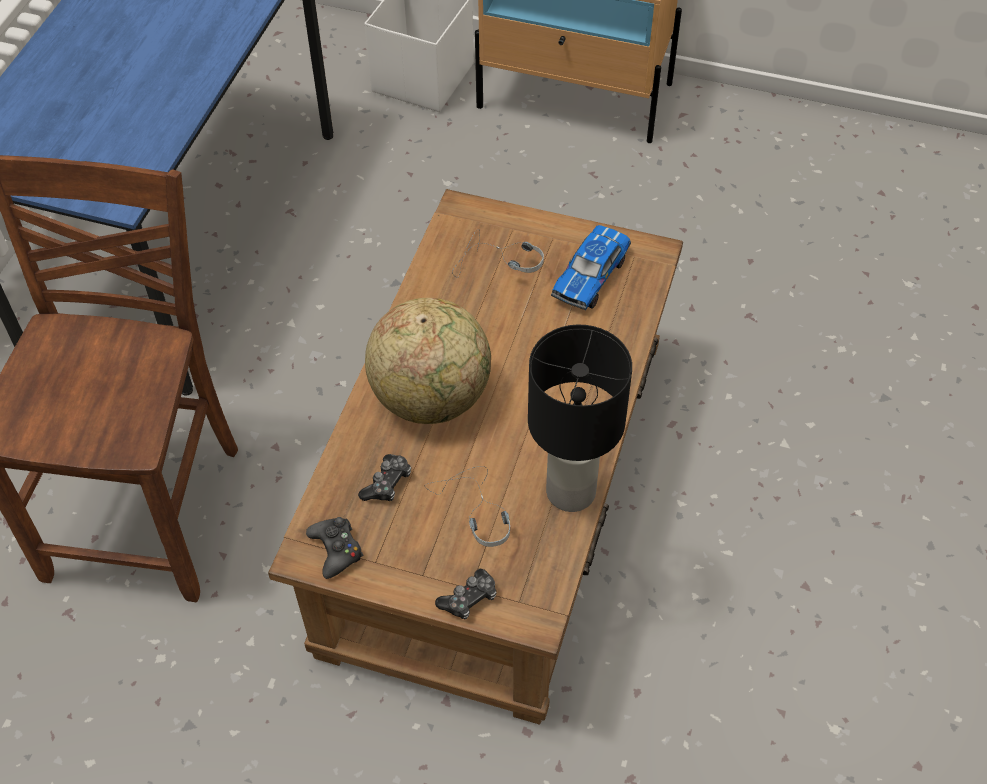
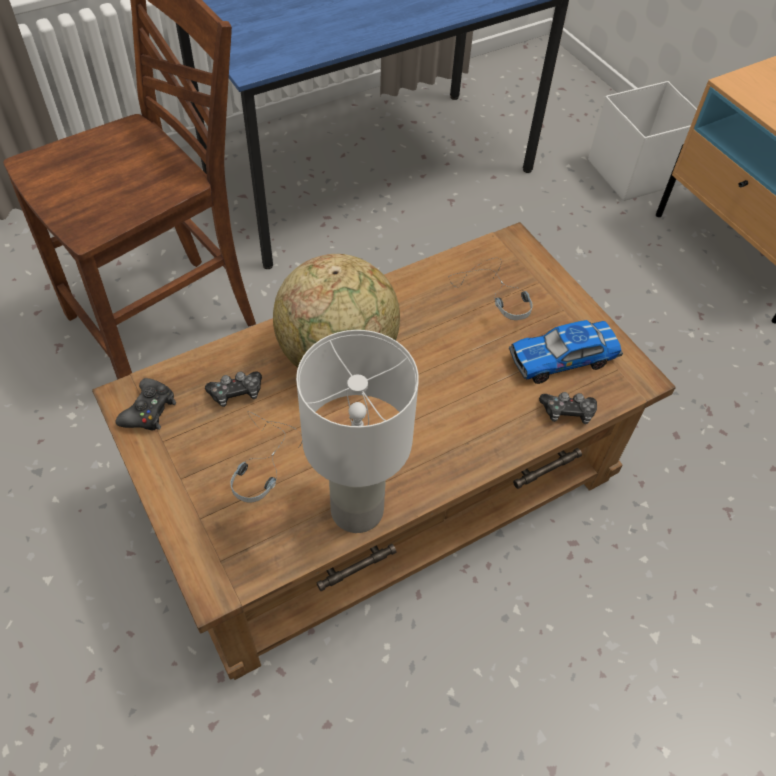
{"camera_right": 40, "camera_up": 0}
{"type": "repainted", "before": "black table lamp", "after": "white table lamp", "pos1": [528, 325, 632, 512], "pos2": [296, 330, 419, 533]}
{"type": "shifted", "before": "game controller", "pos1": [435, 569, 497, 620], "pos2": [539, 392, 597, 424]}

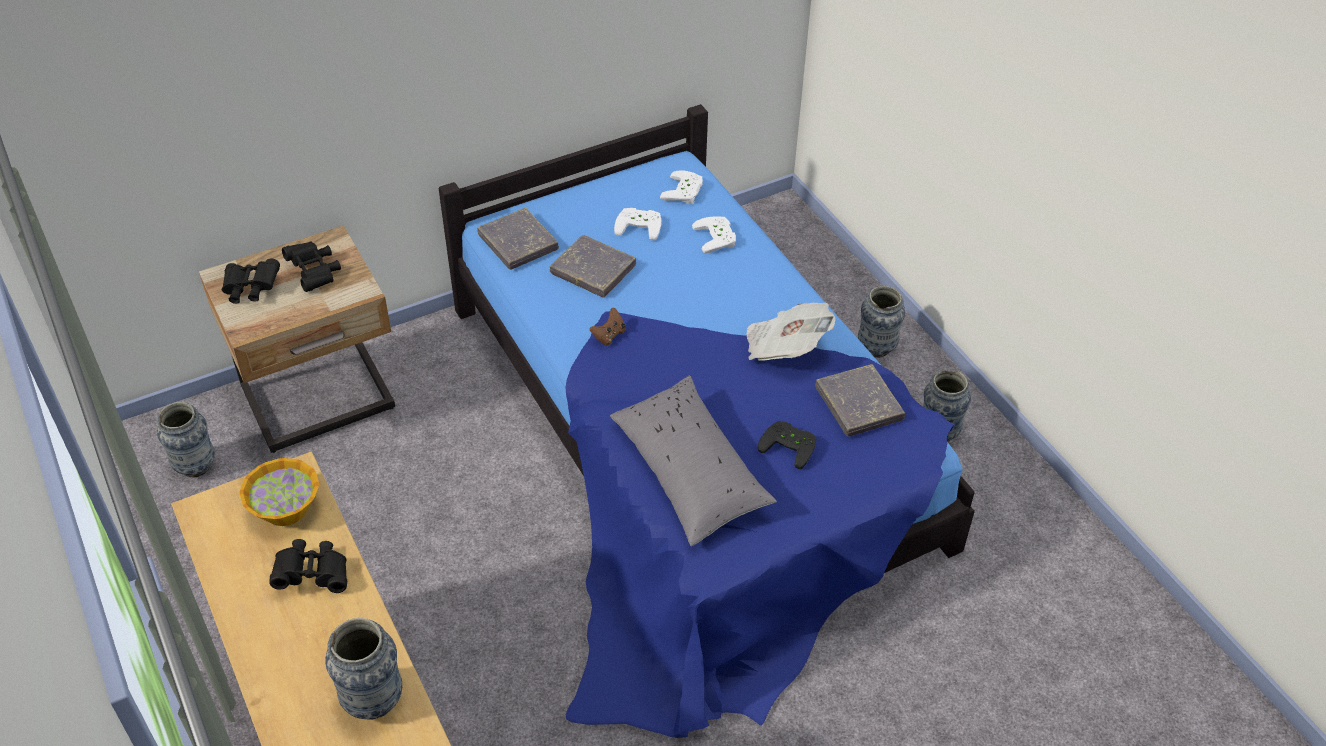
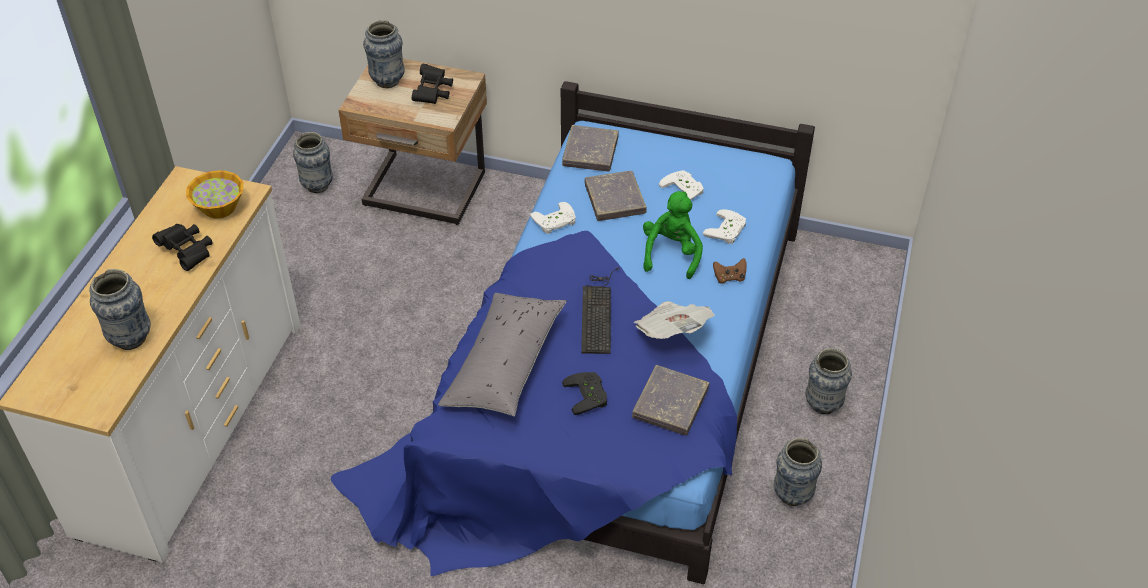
{"camera_right": 45, "camera_up": 0}
{"type": "swapped", "before": "black binoculars", "after": "vase", "pos1": [222, 259, 280, 304], "pos2": [363, 20, 405, 88]}
{"type": "shifted", "before": "white game controller", "pos1": [660, 170, 703, 204], "pos2": [530, 202, 576, 234]}
{"type": "new", "after": "keyboard", "pos2": [581, 267, 619, 354]}
{"type": "new", "after": "green plush toy", "pos2": [643, 191, 703, 279]}
{"type": "shifted", "before": "brown game controller", "pos1": [590, 308, 626, 346], "pos2": [713, 258, 747, 284]}

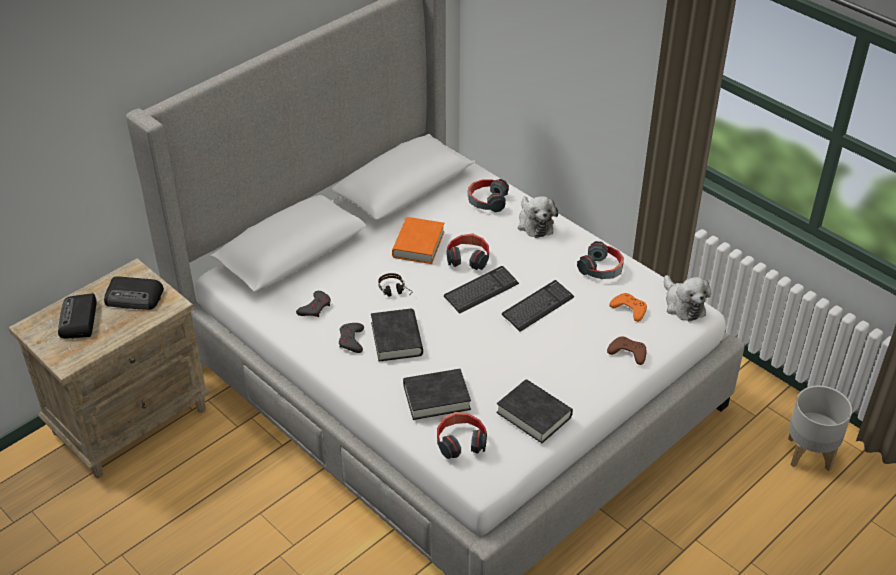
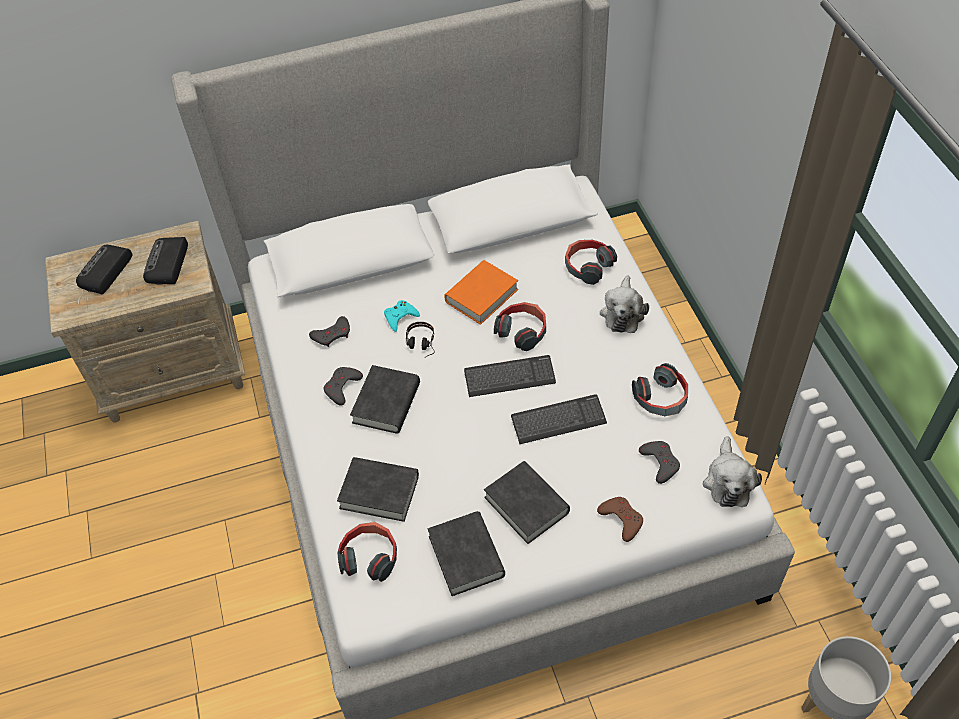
{"camera_right": 30, "camera_up": 10}
{"type": "rotated", "before": "radio", "pos1": [104, 276, 164, 310], "pos2": [143, 237, 188, 285], "turn": 60}
{"type": "new", "after": "turquoise game controller", "pos2": [384, 300, 420, 332]}
{"type": "new", "after": "black book", "pos2": [484, 461, 570, 544]}
{"type": "repainted", "before": "orange game controller", "after": "grey game controller", "pos1": [609, 293, 647, 322], "pos2": [639, 441, 680, 484]}

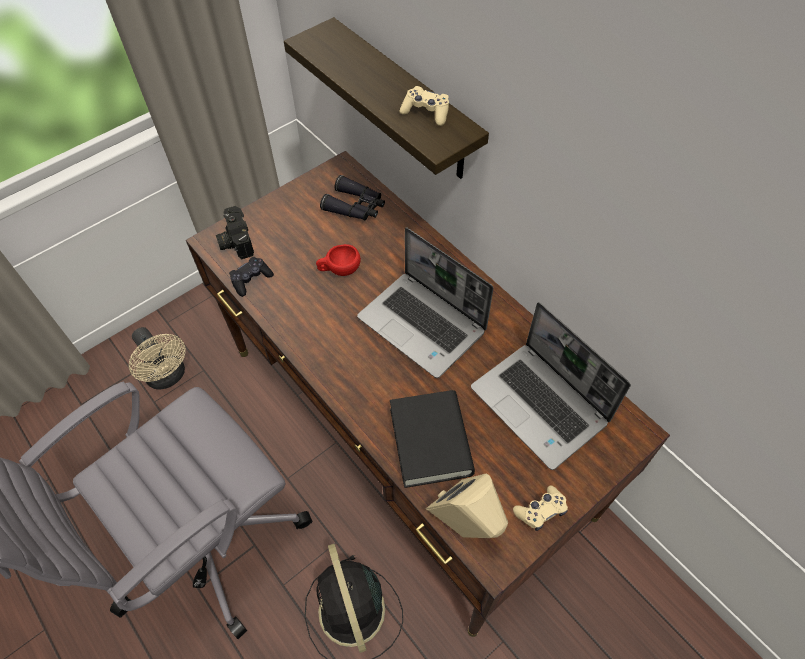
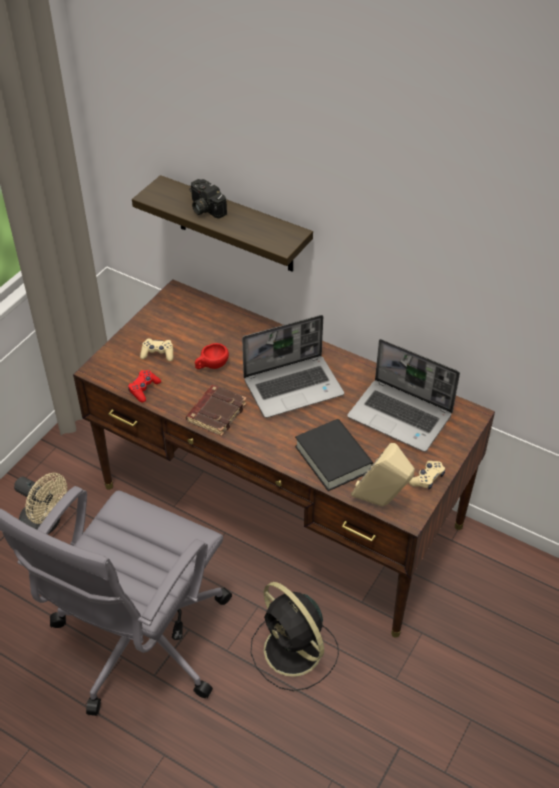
{"camera_right": -20, "camera_up": -10}
{"type": "repainted", "before": "black game controller", "after": "red game controller", "pos1": [229, 257, 274, 297], "pos2": [128, 370, 161, 402]}
{"type": "shifted", "before": "beige game controller", "pos1": [400, 86, 449, 126], "pos2": [140, 339, 173, 361]}
{"type": "new", "after": "brown book", "pos2": [186, 385, 247, 436]}
{"type": "shifted", "before": "photo camera", "pos1": [216, 206, 254, 259], "pos2": [189, 179, 227, 219]}
{"type": "rotated", "before": "laptop", "pos1": [357, 227, 494, 378], "pos2": [242, 315, 344, 418], "turn": -45}
{"type": "gone", "before": "black binoculars", "pos1": [320, 175, 385, 220]}

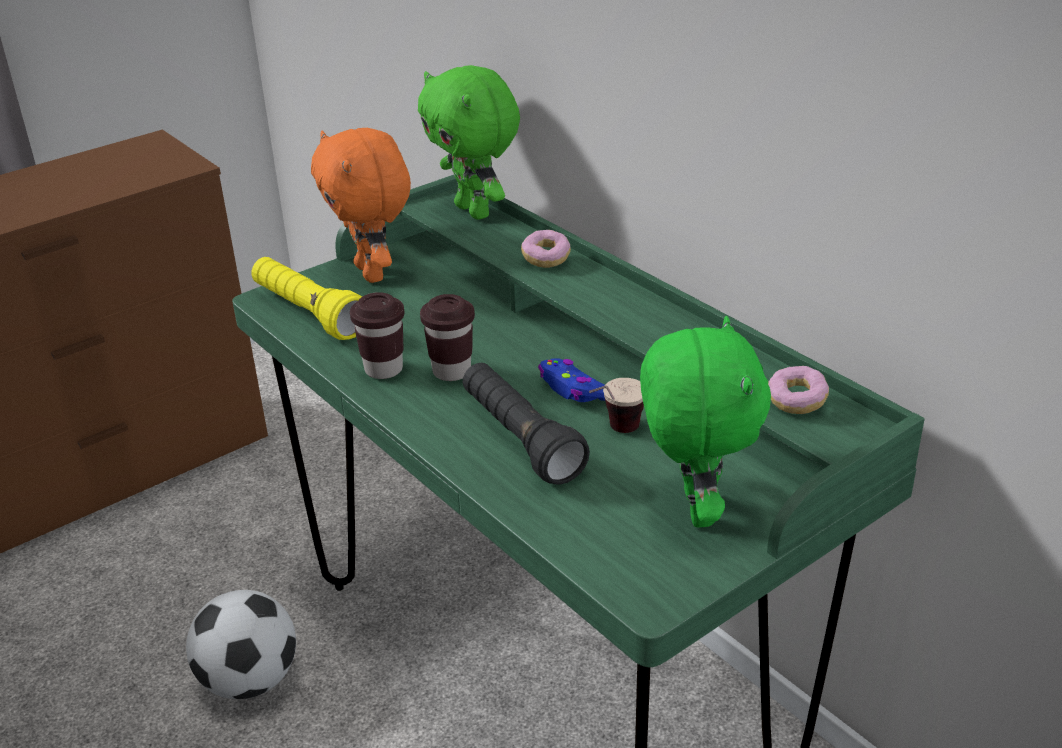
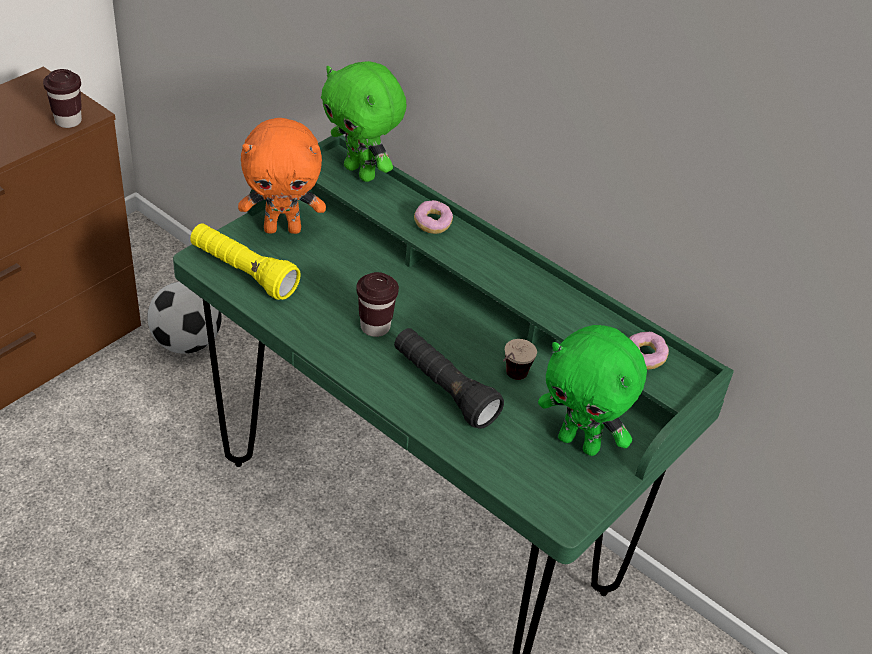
{"camera_right": -15, "camera_up": 10}
{"type": "shifted", "before": "brown cup", "pos1": [350, 292, 404, 379], "pos2": [43, 69, 82, 128]}
{"type": "shifted", "before": "football", "pos1": [186, 590, 296, 699], "pos2": [147, 282, 222, 354]}
{"type": "rotated", "before": "orange plush toy", "pos1": [311, 128, 411, 283], "pos2": [238, 118, 326, 234], "turn": -60}
{"type": "rotated", "before": "green plush toy", "pos1": [640, 316, 771, 528], "pos2": [538, 325, 647, 456], "turn": 135}
{"type": "gone", "before": "blue game controller", "pos1": [538, 358, 605, 402]}

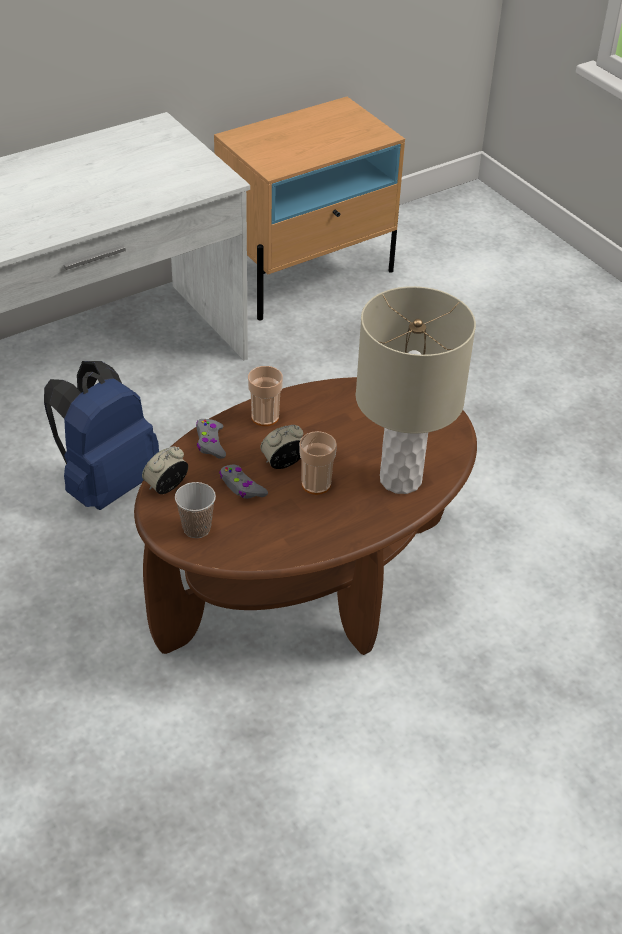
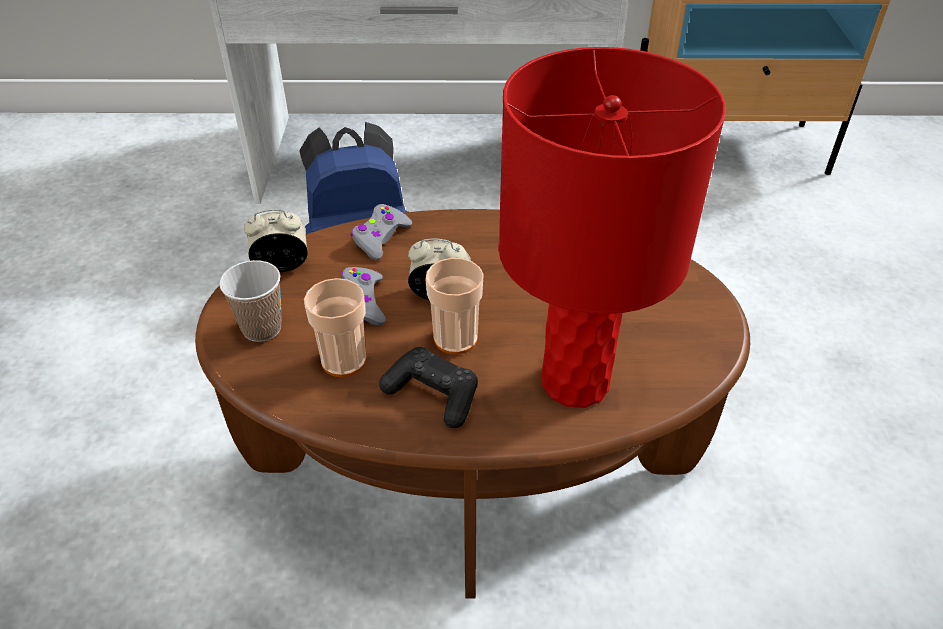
{"camera_right": 35, "camera_up": 0}
{"type": "shifted", "before": "cup", "pos1": [248, 366, 283, 426], "pos2": [304, 278, 366, 377]}
{"type": "new", "after": "black game controller", "pos2": [379, 347, 478, 428]}
{"type": "repainted", "before": "beige table lamp", "after": "red table lamp", "pos1": [356, 286, 476, 494], "pos2": [498, 47, 726, 408]}

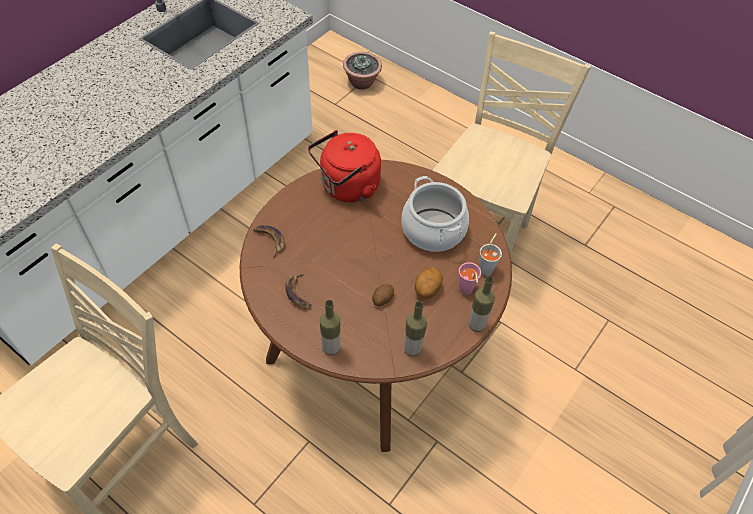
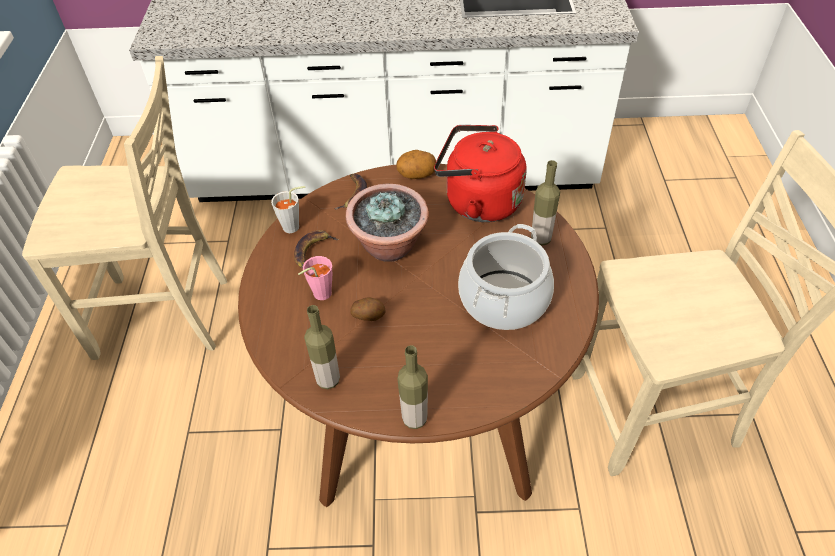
{"camera_right": 55, "camera_up": -5}
{"type": "shifted", "before": "grey cup", "pos1": [479, 233, 502, 276], "pos2": [271, 186, 306, 233]}
{"type": "shifted", "before": "pink cup", "pos1": [458, 262, 481, 295], "pos2": [298, 256, 332, 300]}
{"type": "shifted", "before": "potted plant", "pos1": [343, 52, 382, 90], "pos2": [346, 184, 429, 262]}
{"type": "shifted", "before": "potato", "pos1": [415, 267, 443, 298], "pos2": [396, 150, 436, 179]}
{"type": "shifted", "before": "bottle", "pos1": [320, 300, 340, 355], "pos2": [531, 160, 560, 246]}

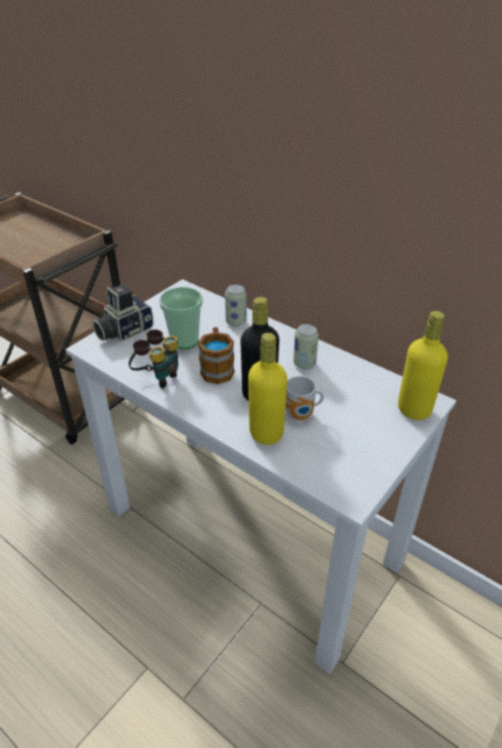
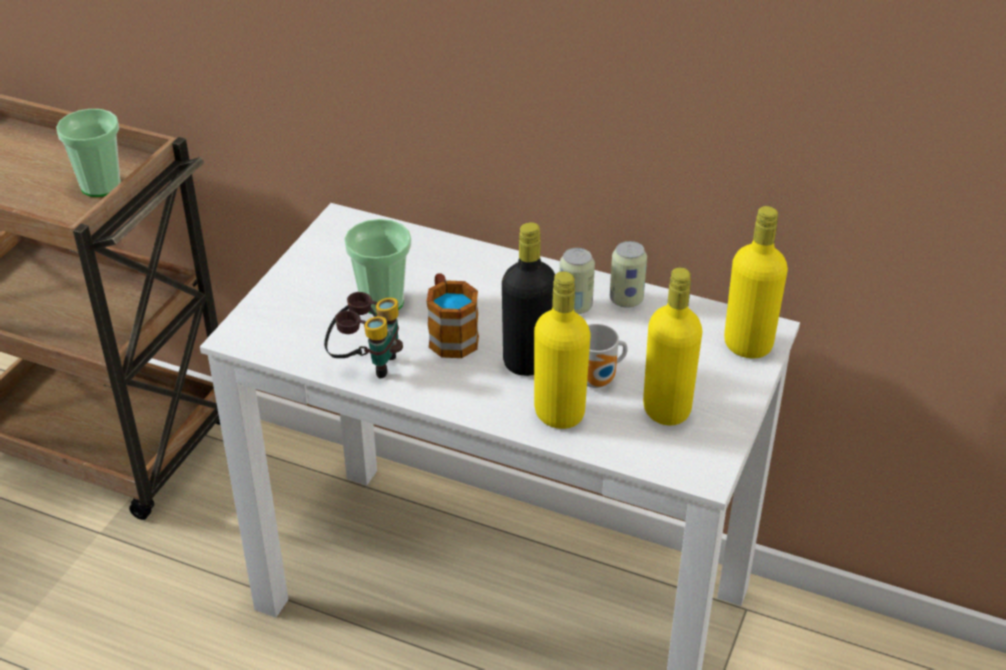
{"camera_right": -15, "camera_up": 0}
{"type": "new", "after": "cup", "pos2": [56, 109, 121, 197]}
{"type": "shifted", "before": "can", "pos1": [225, 284, 247, 326], "pos2": [610, 241, 647, 308]}
{"type": "new", "after": "yellow bottle", "pos2": [643, 267, 702, 426]}
{"type": "gone", "before": "photo camera", "pos1": [92, 285, 154, 342]}

